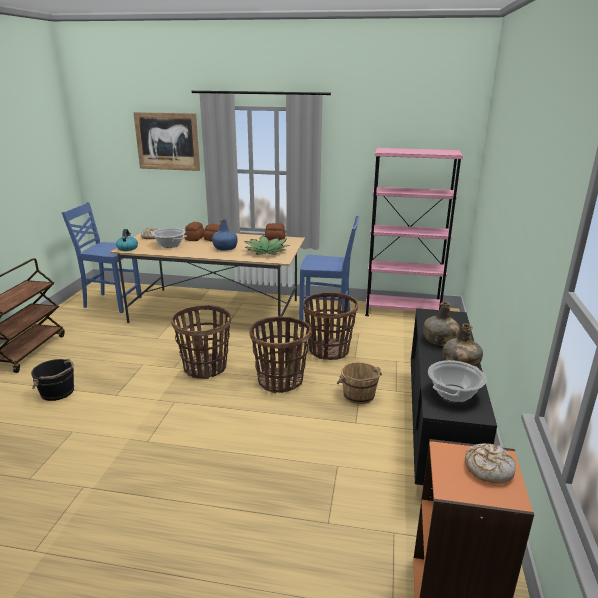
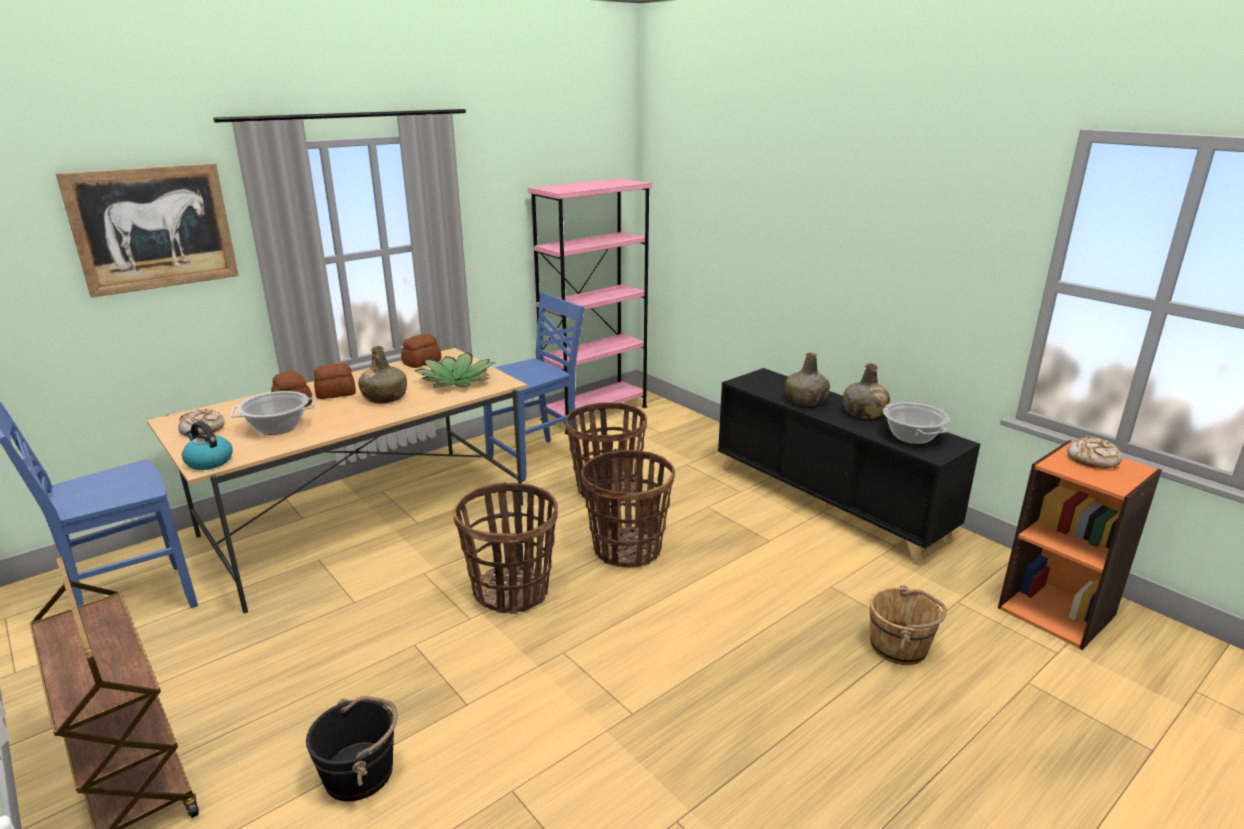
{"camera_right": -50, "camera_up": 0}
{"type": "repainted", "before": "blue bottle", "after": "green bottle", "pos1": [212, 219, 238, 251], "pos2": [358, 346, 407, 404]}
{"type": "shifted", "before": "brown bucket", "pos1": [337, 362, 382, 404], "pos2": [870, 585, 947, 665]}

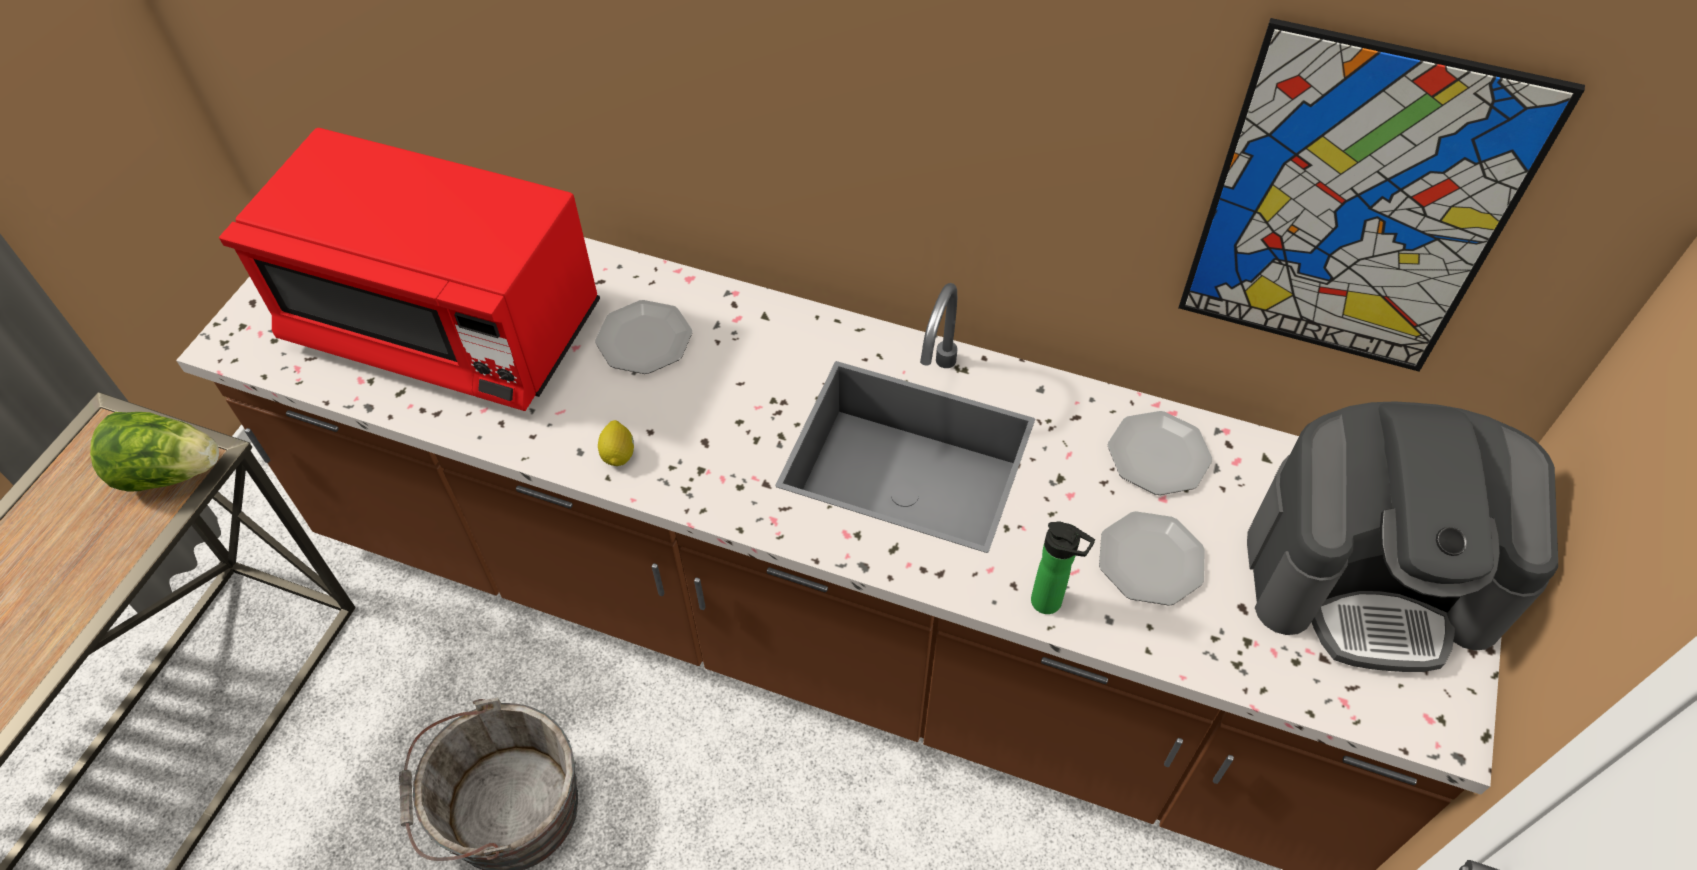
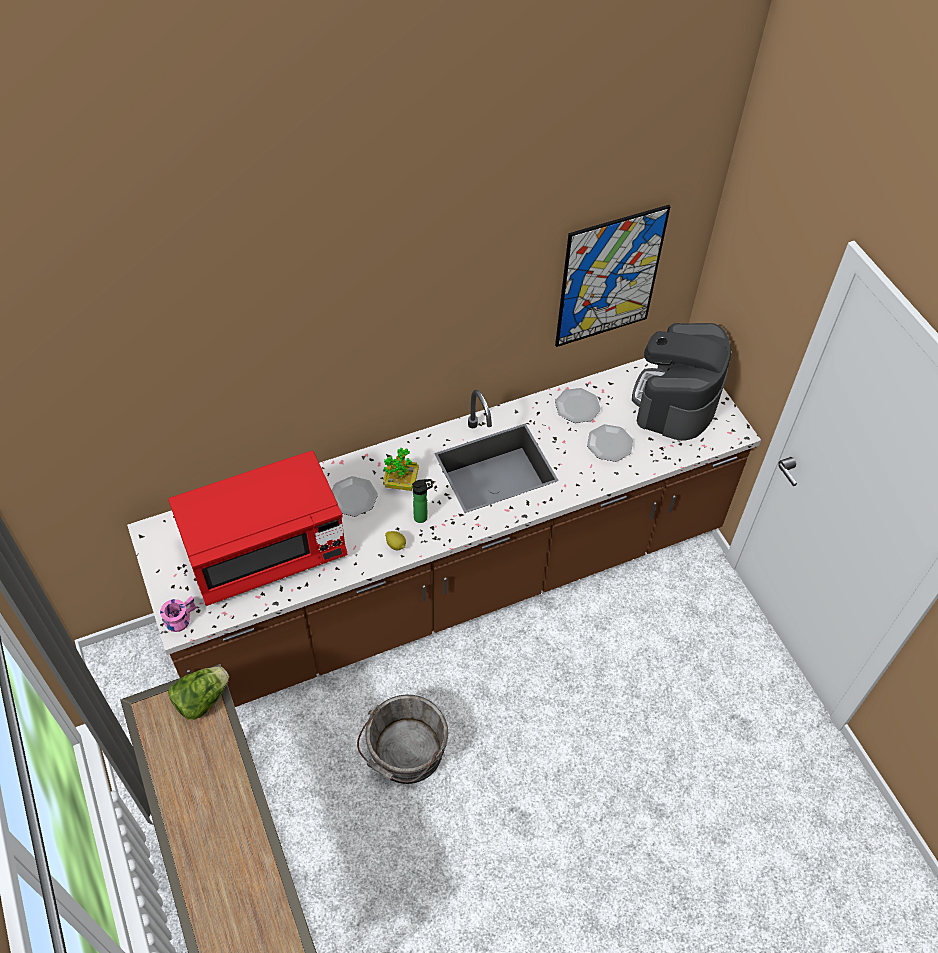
{"camera_right": -45, "camera_up": 0}
{"type": "new", "after": "pink mug", "pos2": [160, 596, 197, 632]}
{"type": "new", "after": "potted plant", "pos2": [383, 448, 419, 491]}
{"type": "shifted", "before": "bottle", "pos1": [1031, 521, 1095, 614], "pos2": [412, 479, 433, 523]}
{"type": "rotated", "before": "coffee machine", "pos1": [1247, 401, 1558, 672], "pos2": [632, 323, 731, 441], "turn": 150}

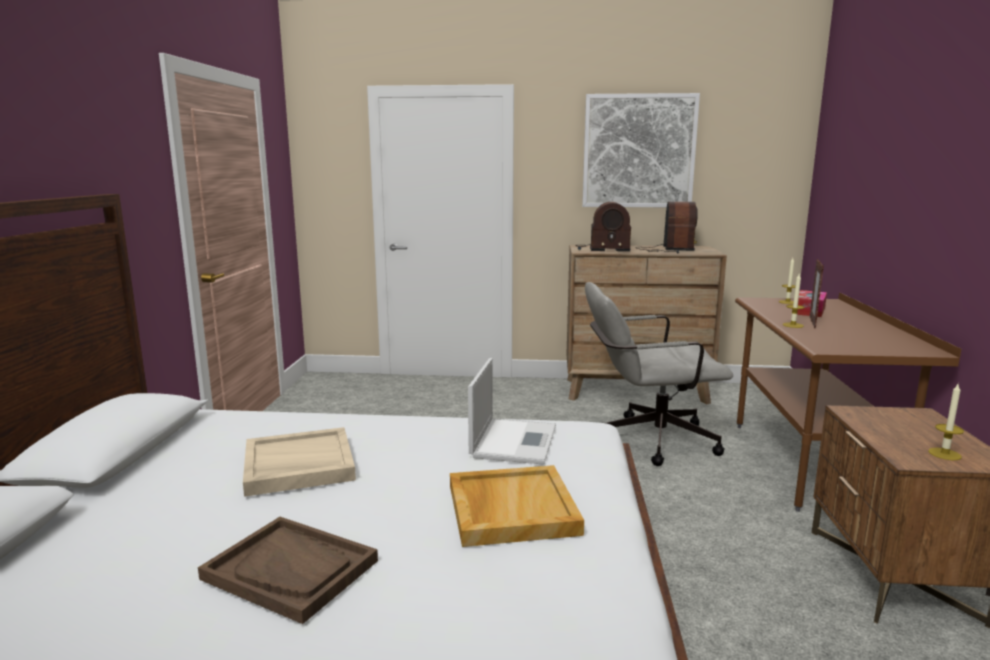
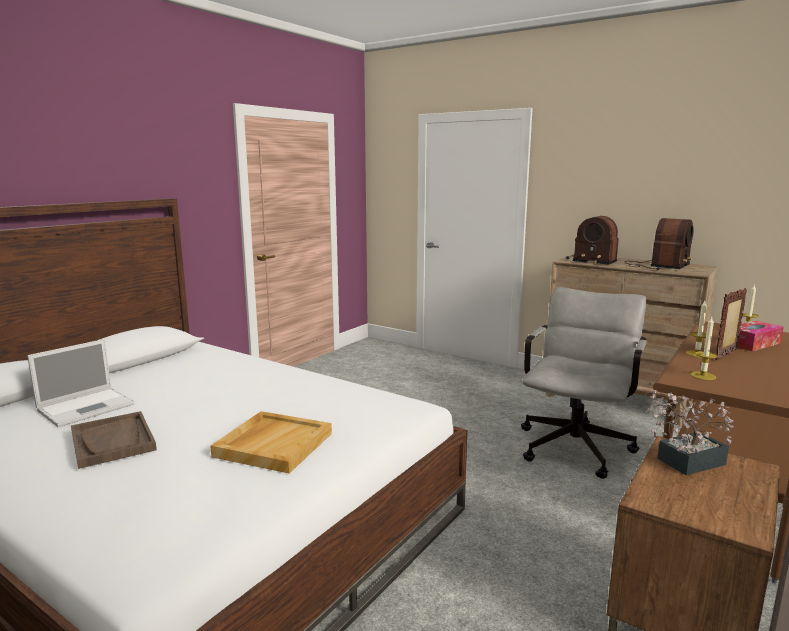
{"camera_right": 30, "camera_up": 0}
{"type": "shifted", "before": "laptop", "pos1": [468, 358, 556, 464], "pos2": [27, 339, 135, 427]}
{"type": "rotated", "before": "grey office chair", "pos1": [585, 282, 733, 466], "pos2": [521, 287, 647, 479], "turn": 90}
{"type": "new", "after": "potted plant", "pos2": [646, 390, 734, 475]}
{"type": "shifted", "before": "candle", "pos1": [928, 384, 964, 460], "pos2": [691, 317, 717, 380]}
{"type": "gone", "before": "beige tray", "pos1": [243, 427, 356, 497]}
{"type": "gone", "before": "picture", "pos1": [582, 93, 700, 207]}

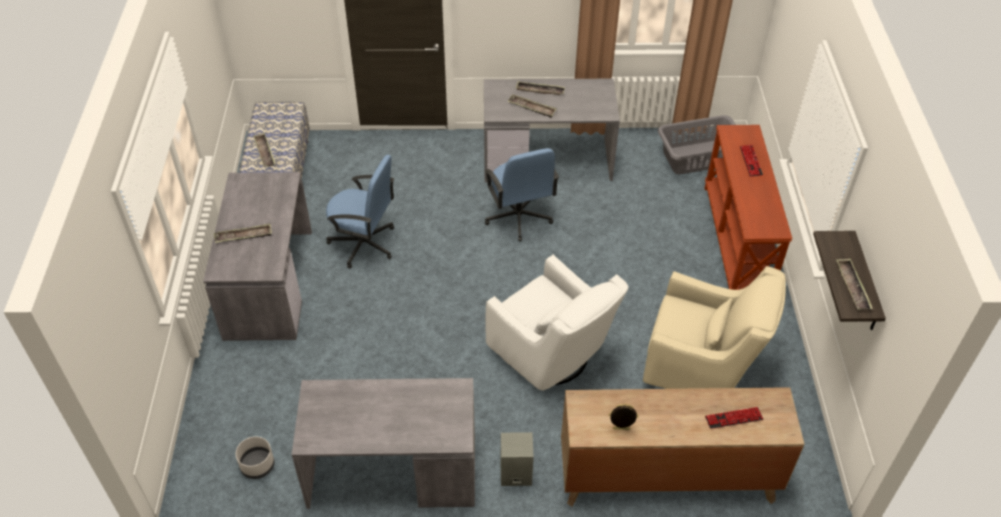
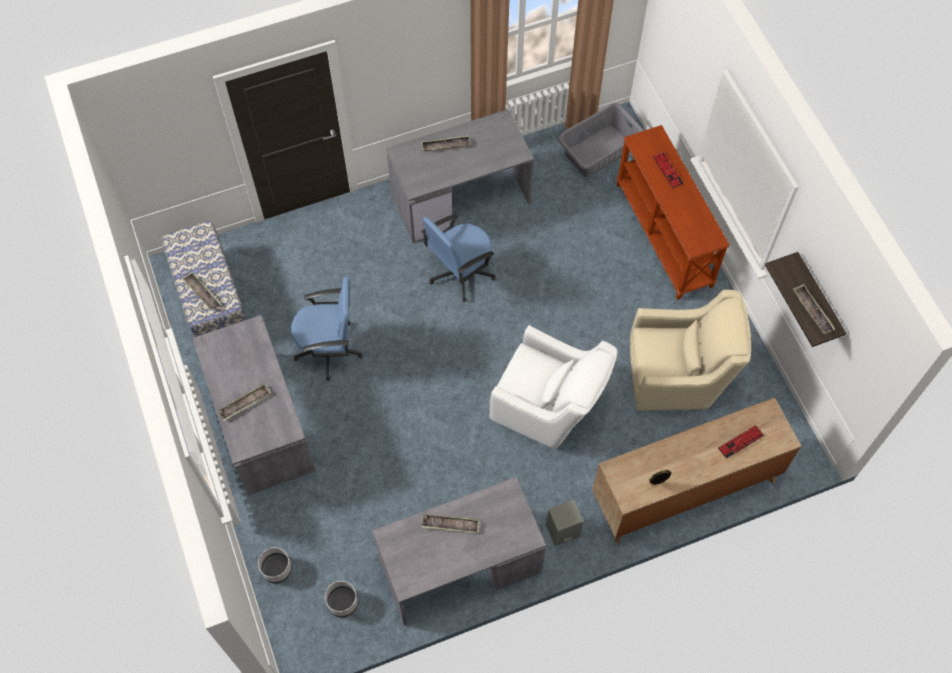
{"camera_right": -20, "camera_up": 15}
{"type": "new", "after": "grey planter", "pos2": [258, 547, 292, 583]}
{"type": "rotated", "before": "blue office chair", "pos1": [484, 148, 559, 242], "pos2": [422, 214, 496, 302], "turn": 90}
{"type": "shifted", "before": "tray", "pos1": [507, 94, 557, 118], "pos2": [422, 514, 480, 533]}

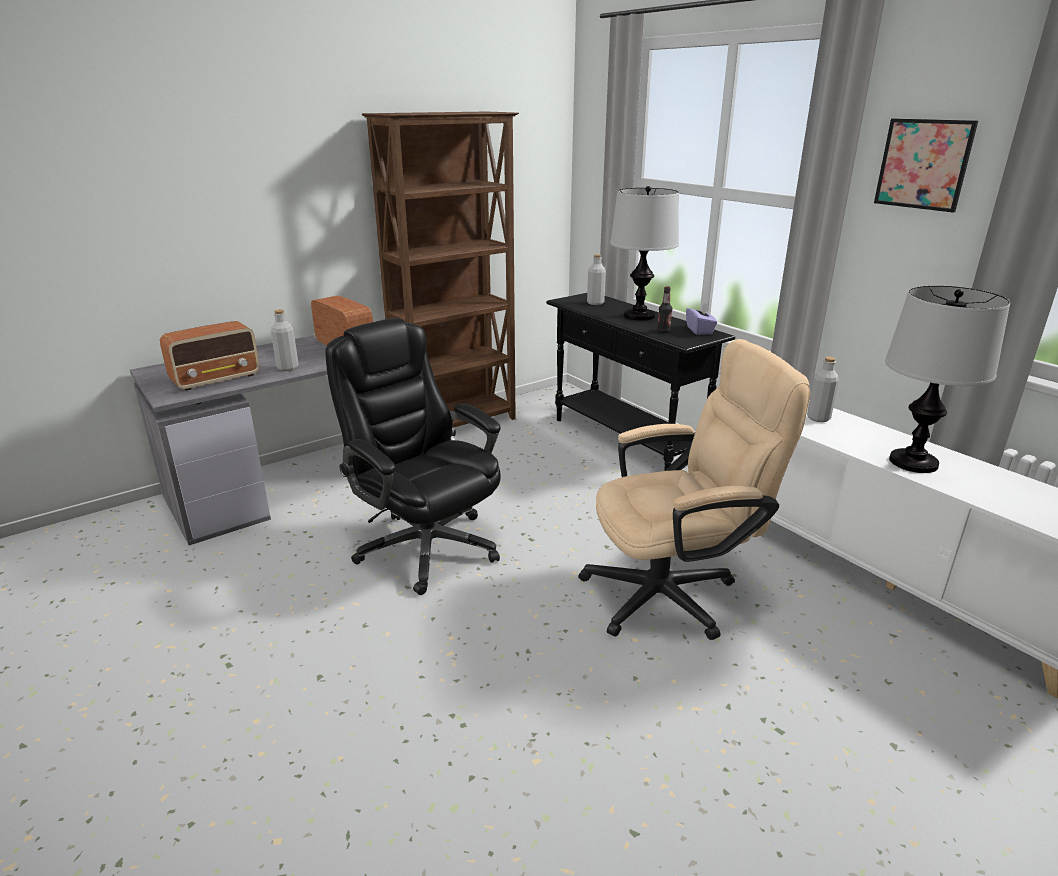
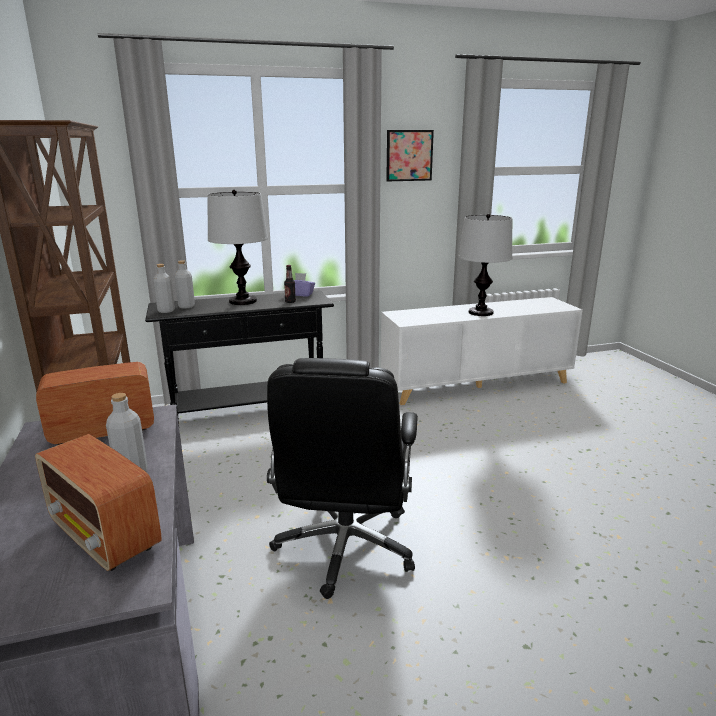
{"camera_right": -70, "camera_up": -5}
{"type": "rotated", "before": "radio", "pos1": [160, 321, 259, 391], "pos2": [35, 434, 161, 571], "turn": 150}
{"type": "shifted", "before": "grey bottle", "pos1": [807, 357, 839, 422], "pos2": [153, 264, 175, 313]}
{"type": "rotated", "before": "black office chair", "pos1": [325, 318, 501, 595], "pos2": [267, 358, 418, 599], "turn": -60}
{"type": "gone", "before": "beige office chair", "pos1": [578, 339, 810, 640]}

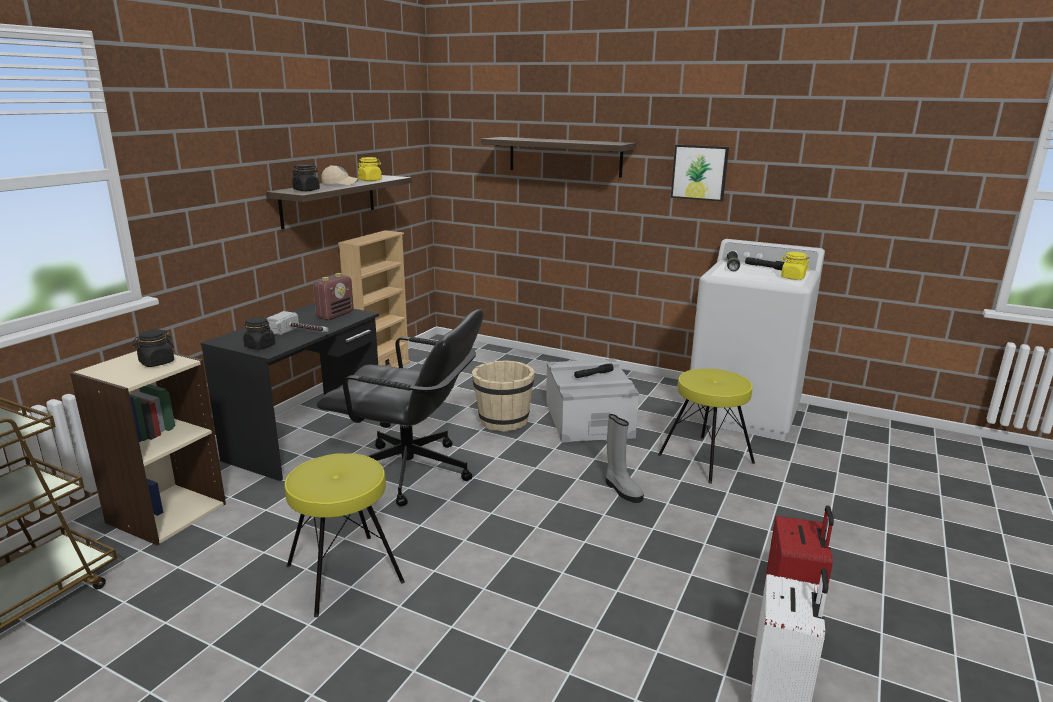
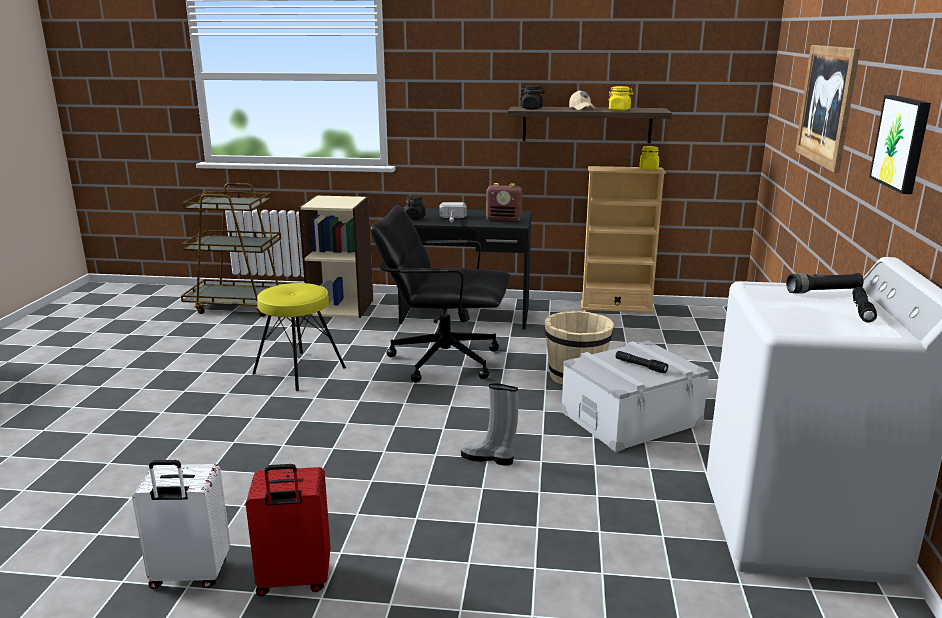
{"camera_right": 70, "camera_up": 0}
{"type": "rotated", "before": "black office chair", "pos1": [317, 309, 483, 507], "pos2": [370, 205, 510, 383], "turn": 105}
{"type": "rotated", "before": "grey boot", "pos1": [606, 414, 644, 503], "pos2": [461, 383, 518, 466], "turn": 75}
{"type": "shifted", "before": "yellow jar", "pos1": [781, 252, 810, 280], "pos2": [640, 146, 659, 170]}
{"type": "swapped", "before": "shelf", "after": "picture", "pos1": [481, 137, 636, 178], "pos2": [795, 45, 860, 173]}
{"type": "gone", "before": "black jar", "pos1": [133, 329, 174, 367]}
{"type": "gone", "before": "yellow stool", "pos1": [658, 368, 755, 484]}

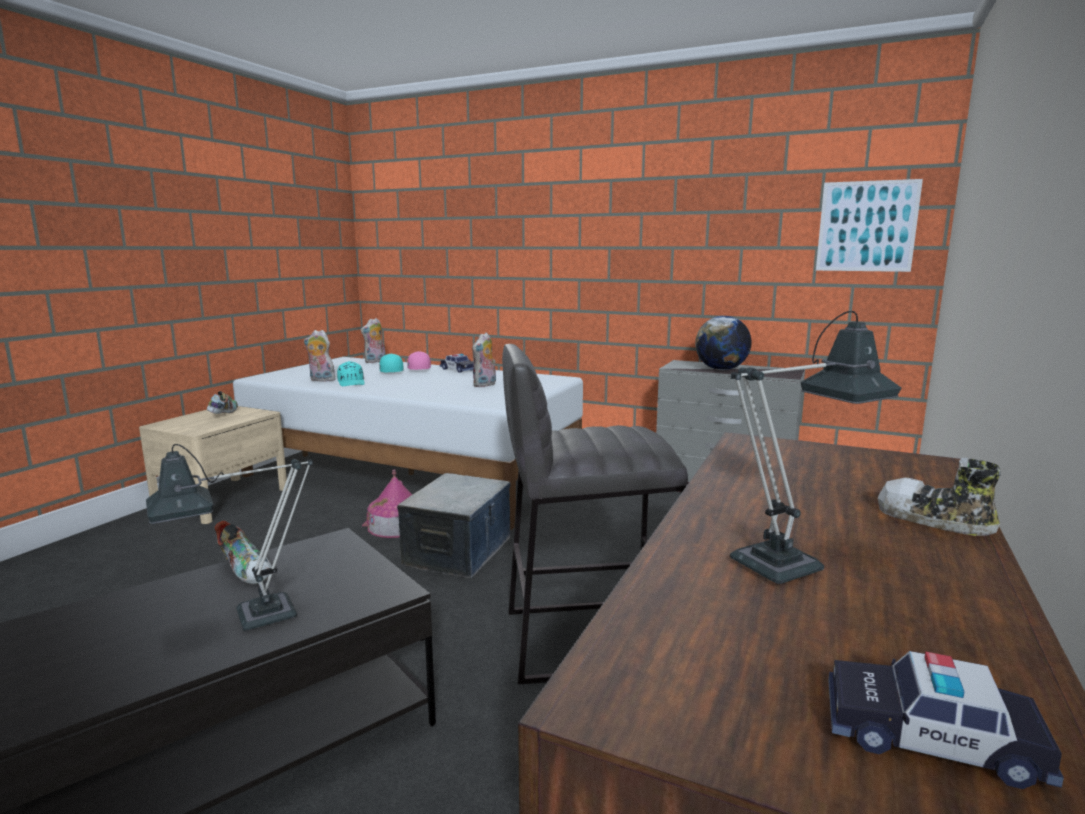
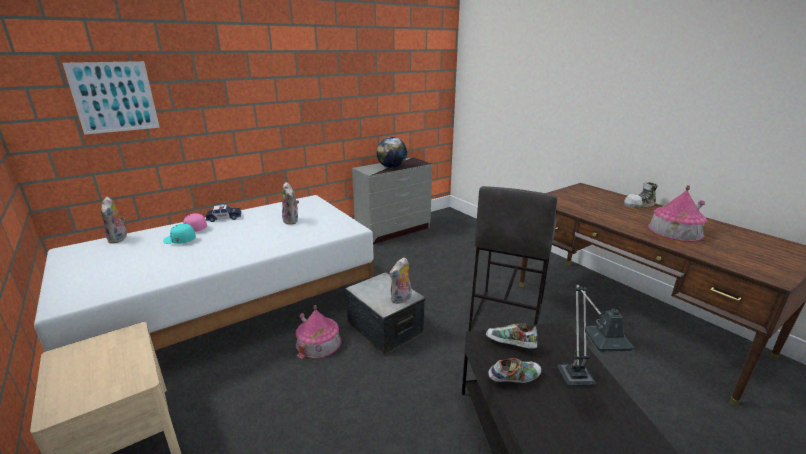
{"camera_right": -60, "camera_up": 10}
{"type": "shifted", "before": "picture", "pos1": [816, 179, 923, 272], "pos2": [62, 61, 160, 135]}
{"type": "shifted", "before": "plush toy", "pos1": [304, 330, 337, 382], "pos2": [389, 257, 411, 304]}
{"type": "shifted", "before": "shoe", "pos1": [207, 391, 238, 414], "pos2": [486, 323, 538, 349]}
{"type": "swapped", "before": "table lamp", "after": "toy house", "pos1": [730, 311, 901, 584], "pos2": [648, 185, 707, 242]}
{"type": "gone", "before": "turquoise cap", "pos1": [337, 361, 365, 386]}
{"type": "gone", "before": "toy car", "pos1": [828, 651, 1064, 789]}

